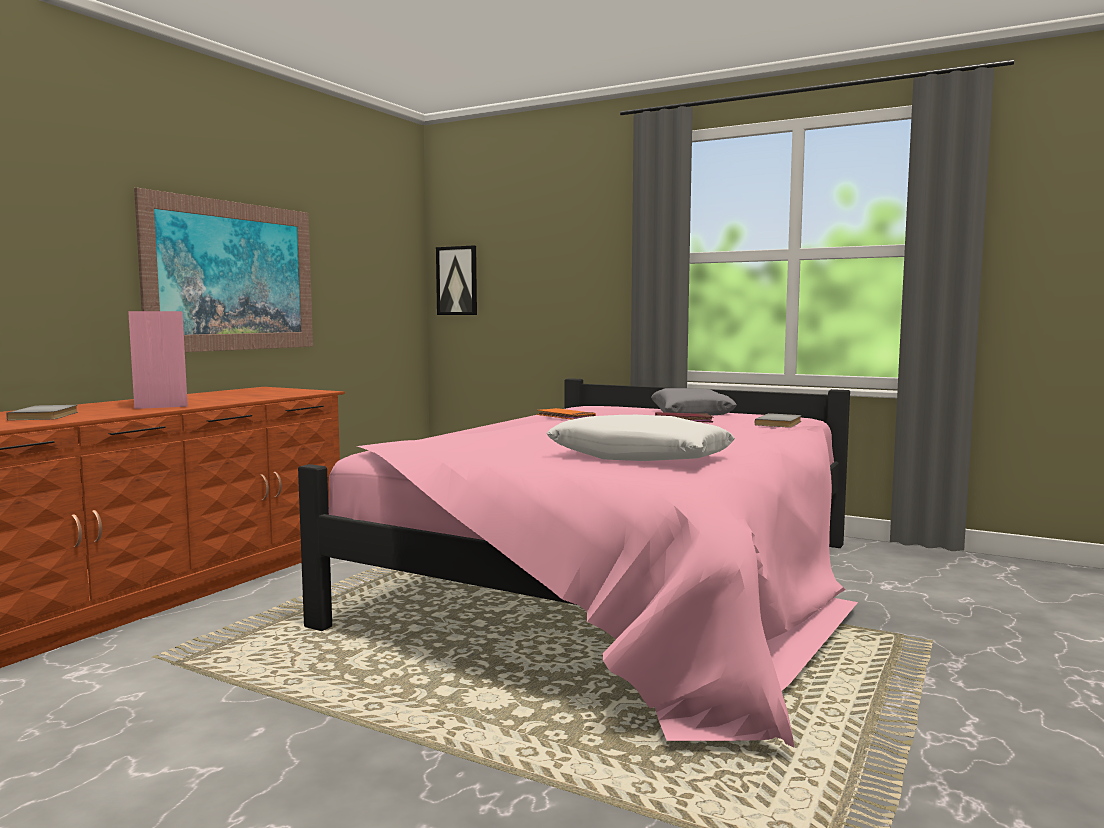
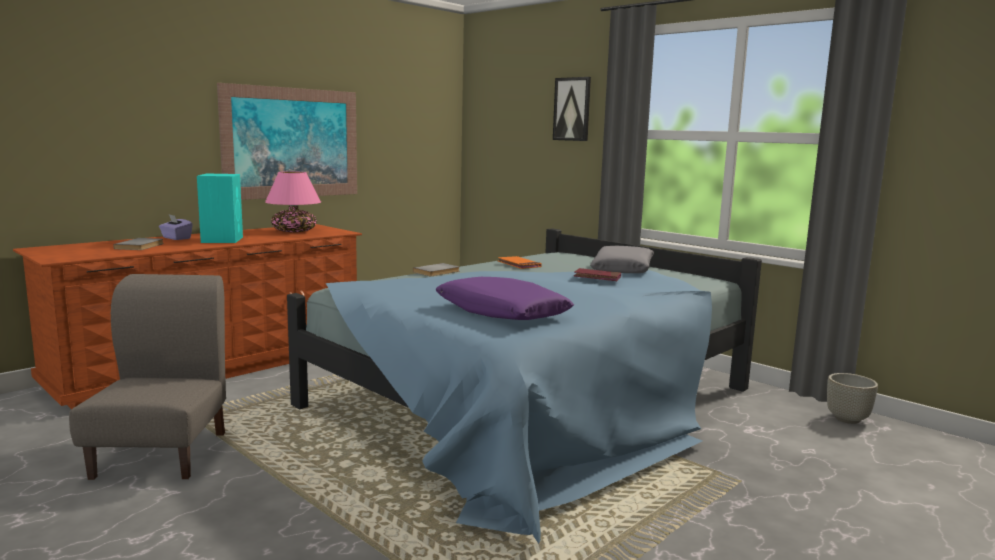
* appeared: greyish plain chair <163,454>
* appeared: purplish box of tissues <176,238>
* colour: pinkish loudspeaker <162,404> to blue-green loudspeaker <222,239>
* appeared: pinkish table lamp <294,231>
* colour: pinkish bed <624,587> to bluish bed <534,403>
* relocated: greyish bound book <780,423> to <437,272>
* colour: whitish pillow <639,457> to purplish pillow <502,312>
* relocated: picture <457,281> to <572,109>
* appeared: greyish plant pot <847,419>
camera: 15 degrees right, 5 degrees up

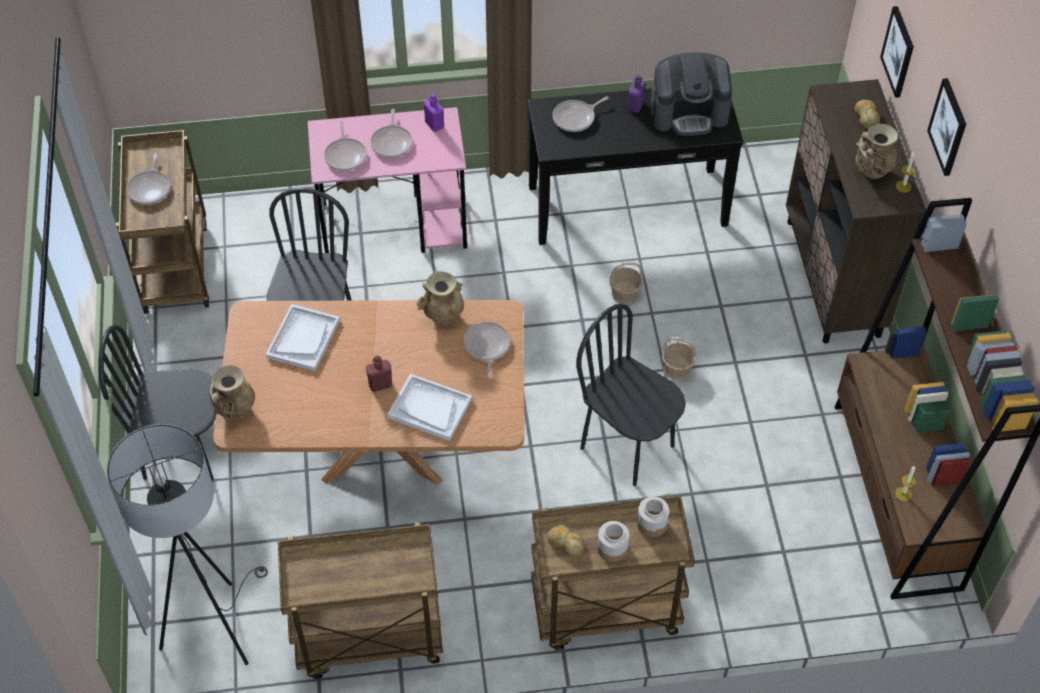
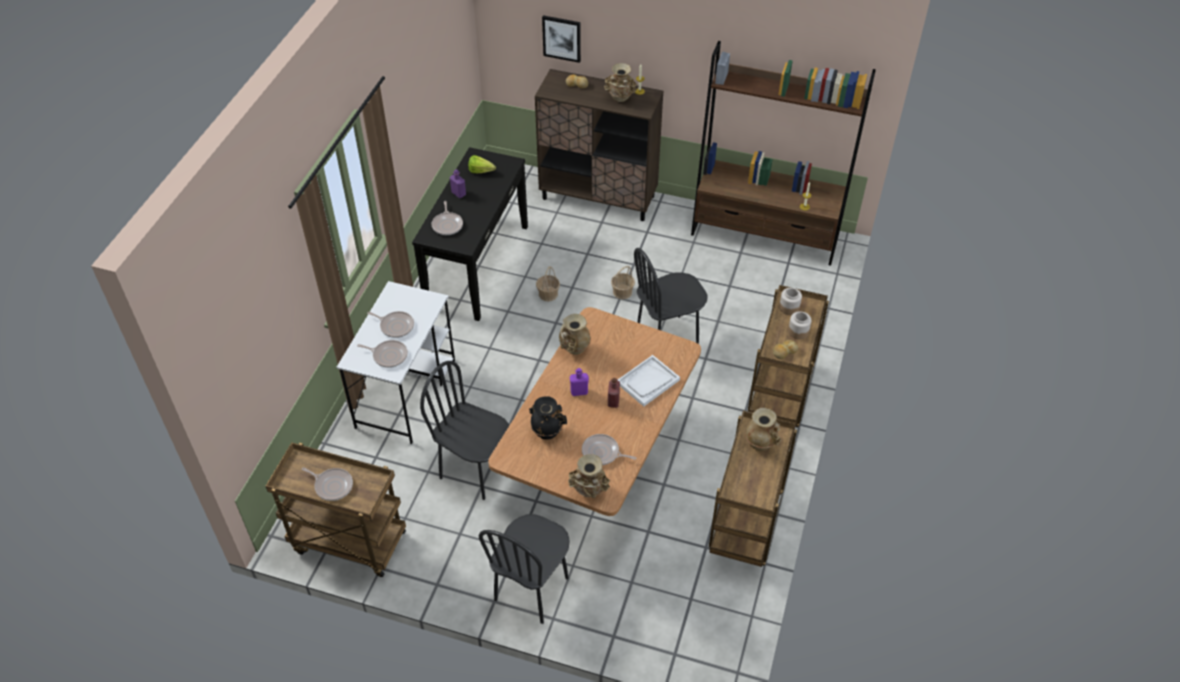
* colour: pinkish desk unit <395,226> to whitish desk unit <406,392>
* exchanged: coffee machine <689,112> to lettuce head <483,172>
* exchanged: whitish serving tray <303,338> to blackish decorative vase <547,431>
* relocated: purplish beverage bottle <434,125> to <579,392>
* relocated: skillet <486,347> to <602,453>
* appeared: beige decorative vase <760,443>
* missing: greyish standing lamp <214,624>
* missing: picture <948,127>
camera: 65 degrees left, 5 degrees down

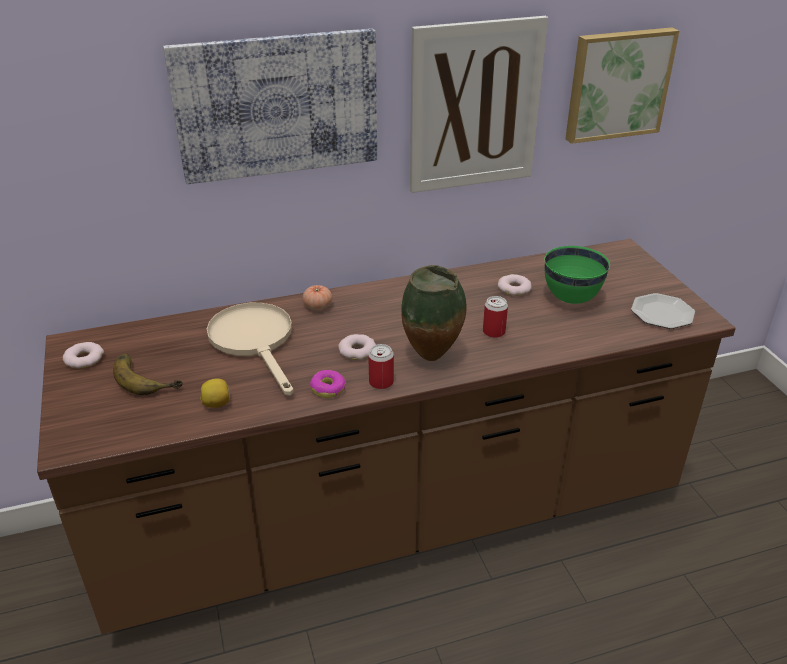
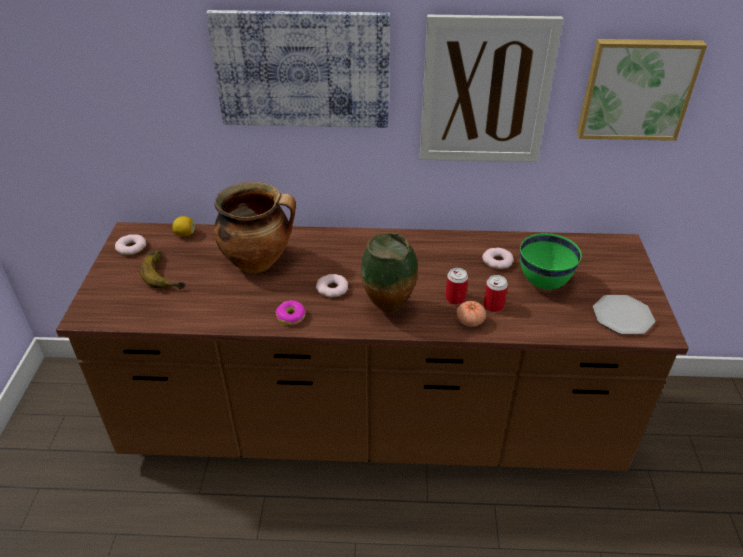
* relocated: whole lemon <217,404> to <185,234>
* exchanged: beige skillet <255,341> to cooking pot <259,262>
* relocated: tomato <317,306> to <470,321>
* relocated: sealed can <381,382> to <493,306>
camera: 20 degrees right, 5 degrees up

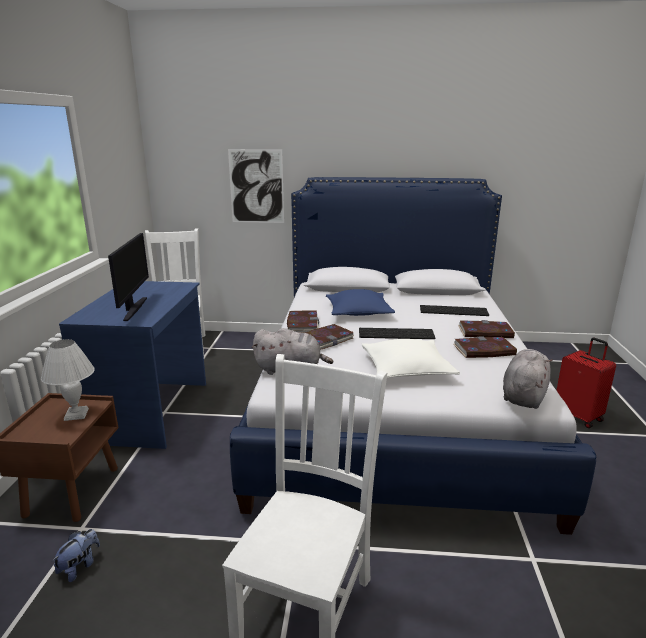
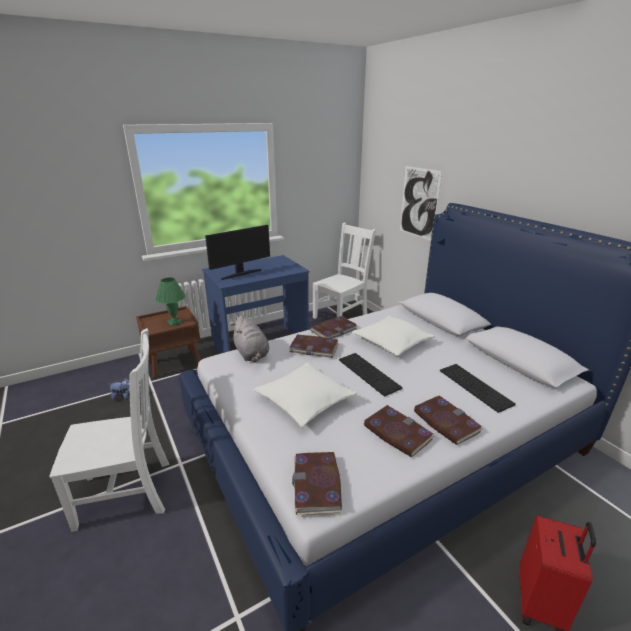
* colour: whitish table lamp <75,415> to green table lamp <174,322>
* exchanged: greyish cuddly toy <524,395> to bound book <317,485>
* colour: bluish pillow <358,312> to whitish pillow <392,342>
camera: 55 degrees right, 5 degrees up

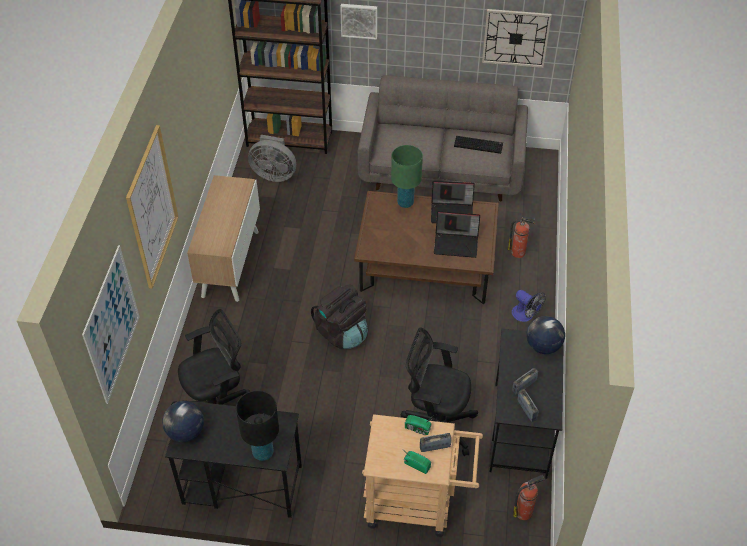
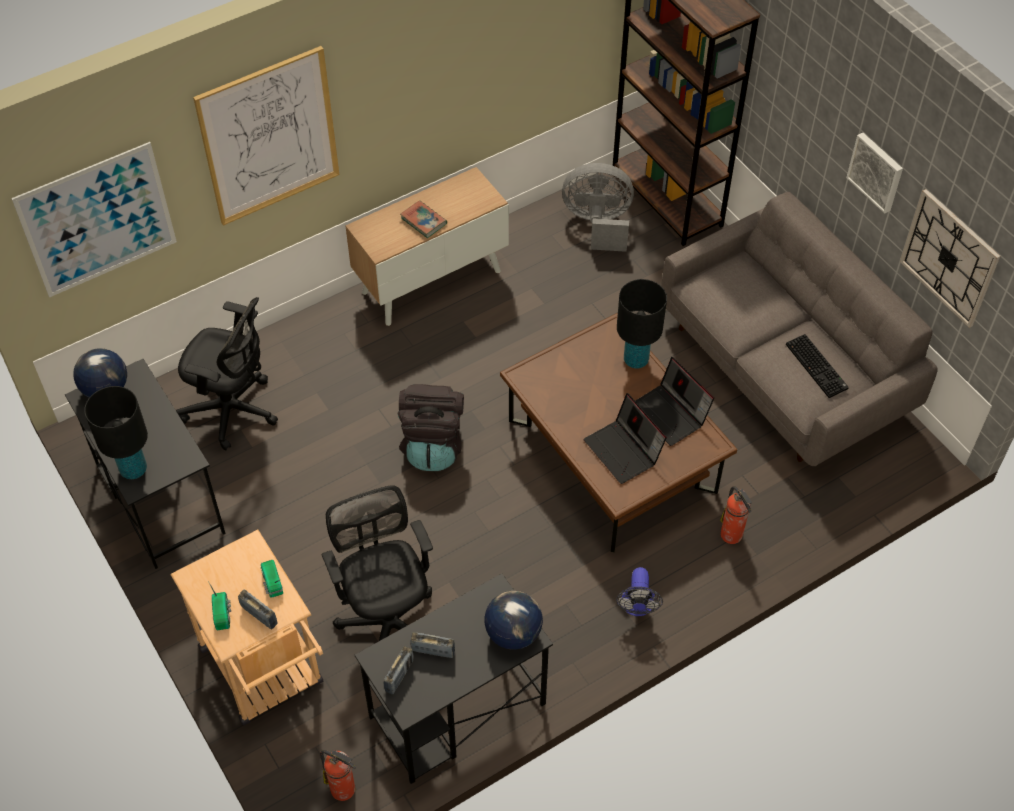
* appeared: bound book <423,221>
* spun: greyish cooling fan <274,174> = <598,224> 120 degrees clockwise
* colour: green table lamp <405,203> to blackish table lamp <635,360>
* relocated: picture <359,20> to <876,171>
camera: 50 degrees right, 5 degrees up

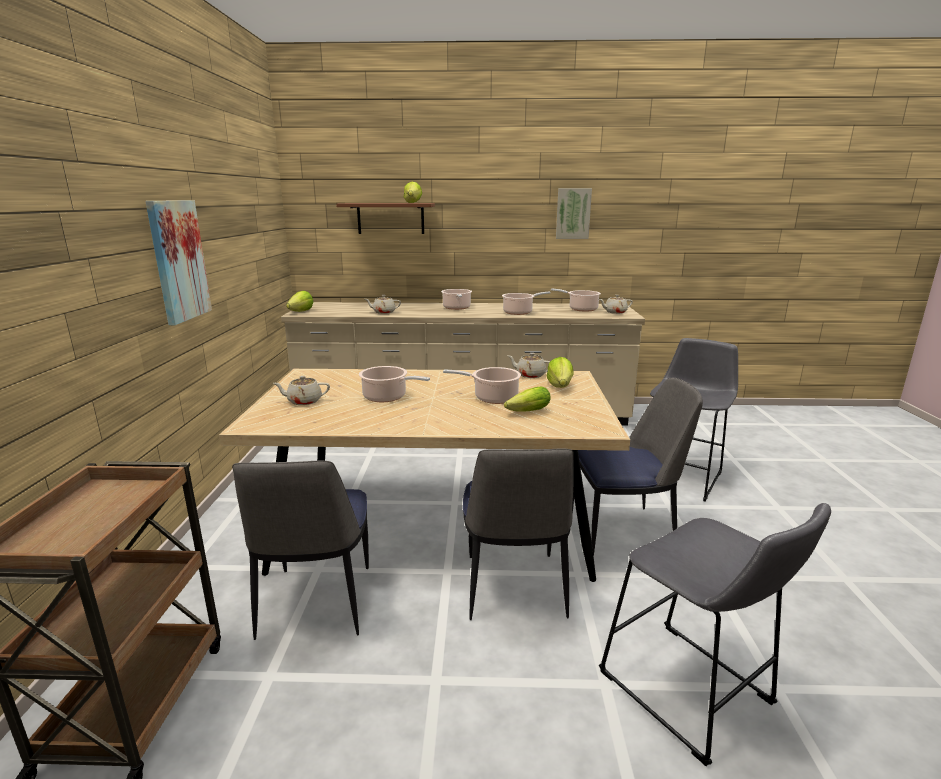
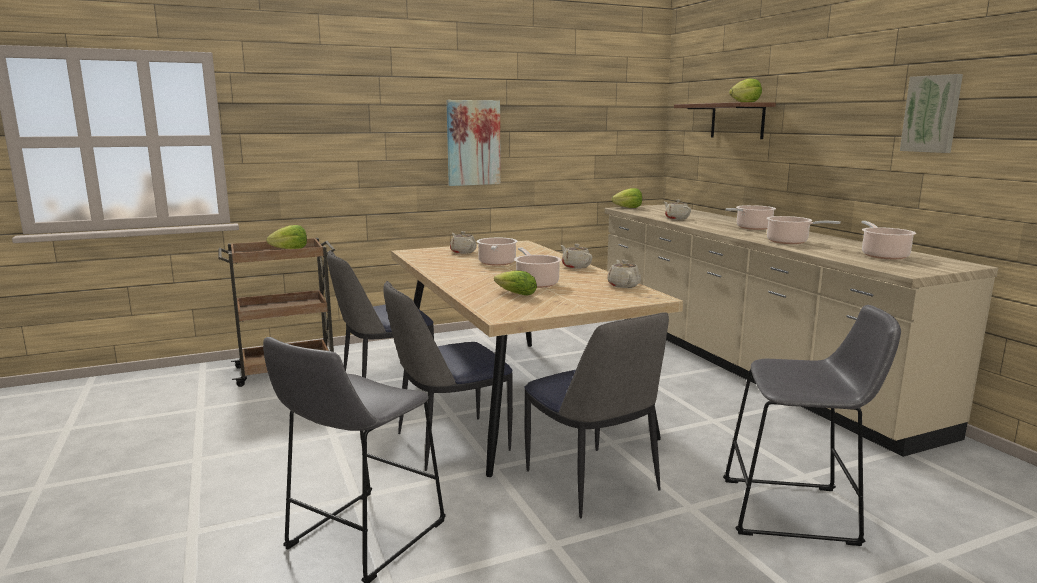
* relocated: lettuce head <560,386> to <290,249>
* relocated: beige pot for tea <615,312> to <575,266>
camera: 65 degrees right, 5 degrees down

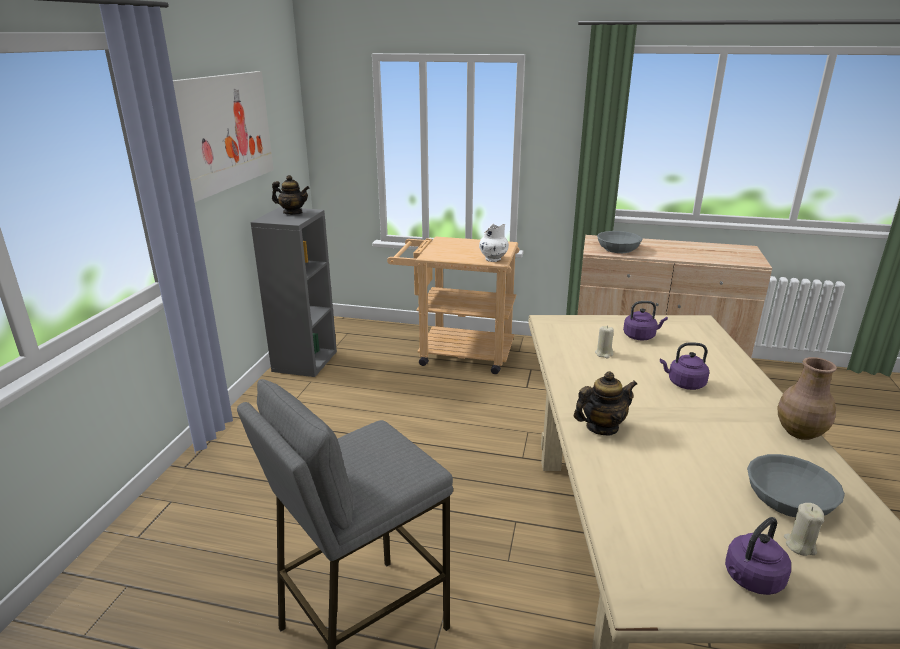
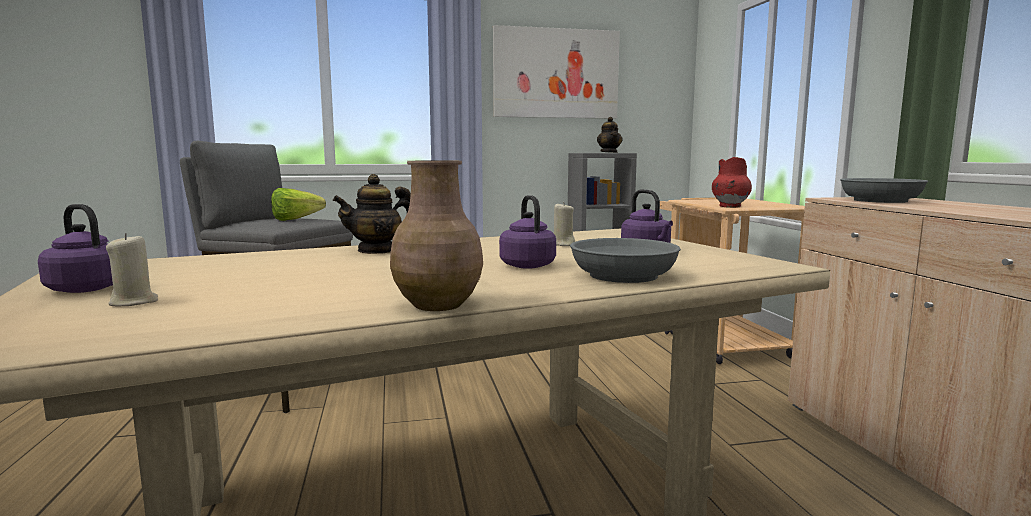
* appeared: lettuce head <300,219>
* spun: pot for tea <602,427> = <377,250> 105 degrees clockwise
* relocated: greyish bowl <789,499> to <623,275>
* colour: whitish decorative vase <493,259> to reddish decorative vase <730,206>
camera: 65 degrees right, 15 degrees down

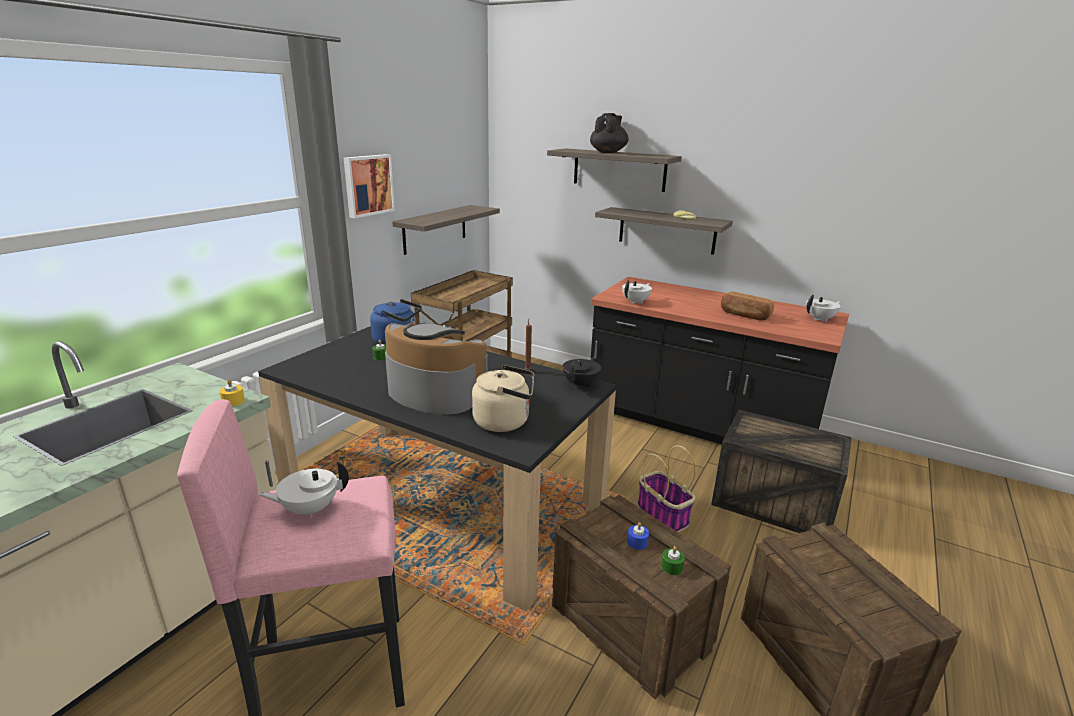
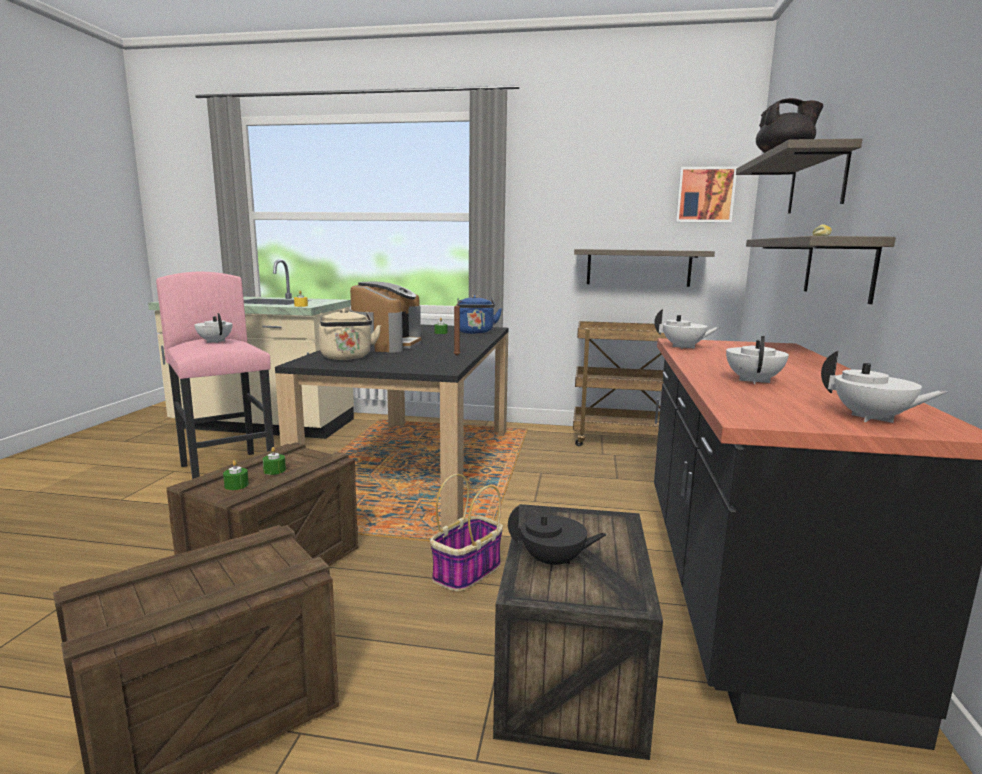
* colour: bluish wax candle <637,542> to green wax candle <274,470>
* relocated: blackish pot for tea <581,384> to <553,562>
* relocated: picture <367,185> to <705,195>
* exchanged: baked bread <744,315> to whitish pot for tea <753,381>
camera: 70 degrees right, 10 degrees down

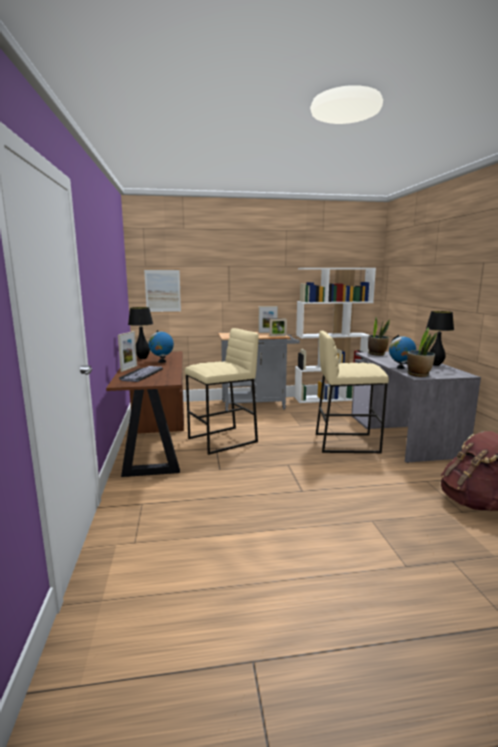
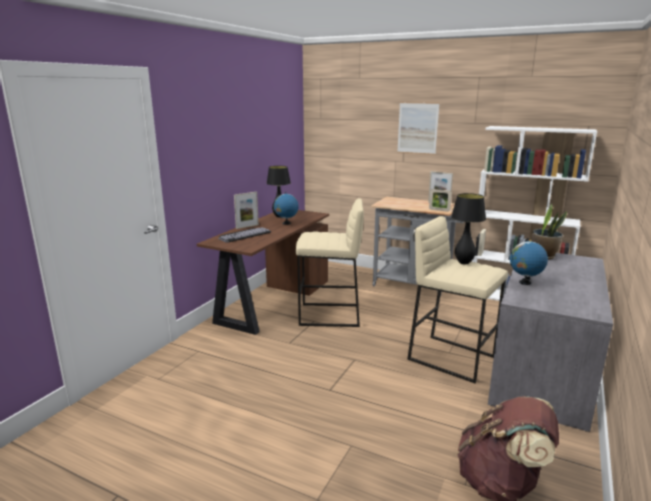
* relocated: picture <163,290> to <417,128>
* relocated: blackish table lamp <435,365> to <463,263>
* missing: houseplant <418,374>
camera: 35 degrees right, 5 degrees up

